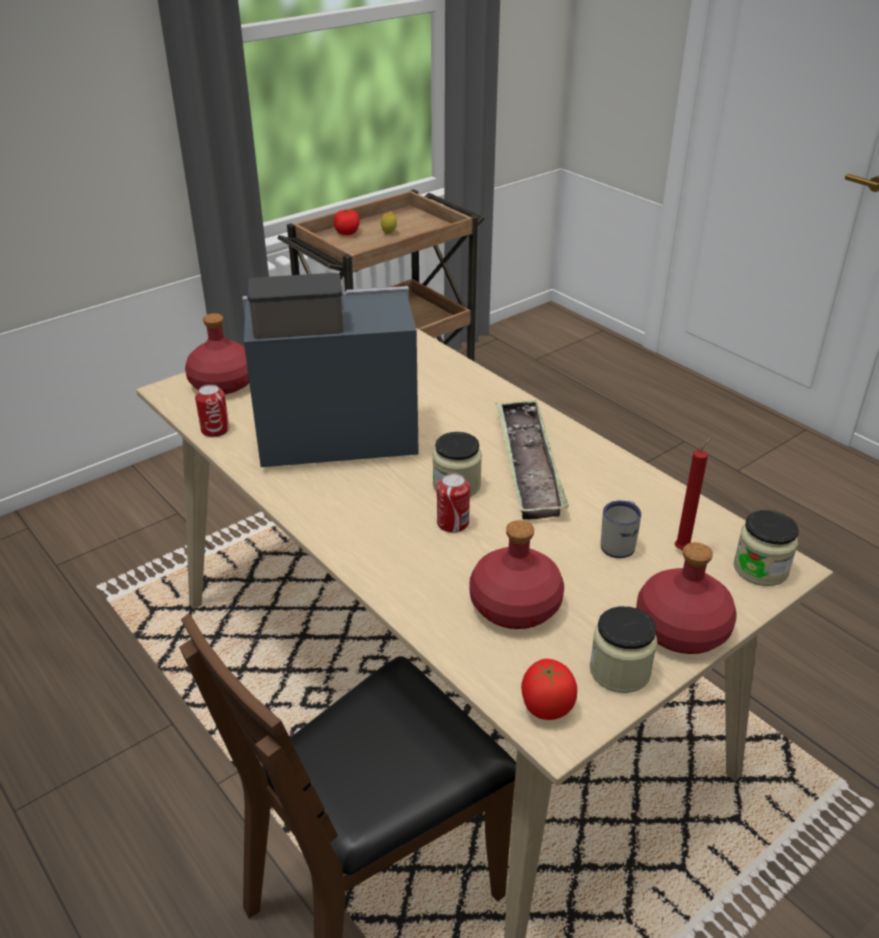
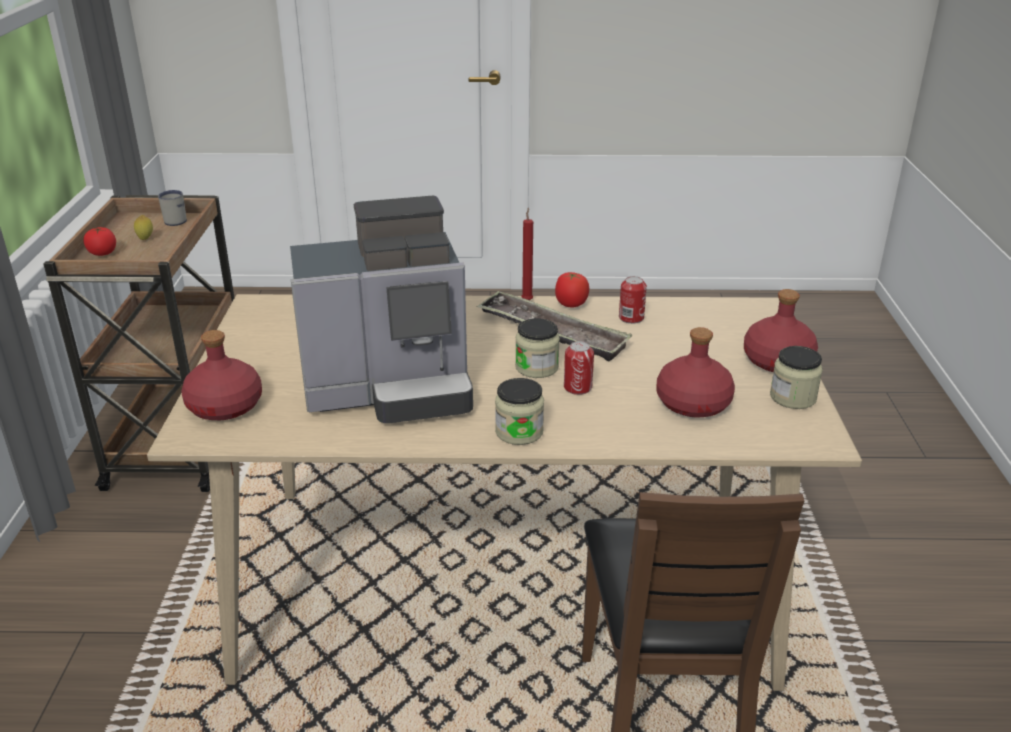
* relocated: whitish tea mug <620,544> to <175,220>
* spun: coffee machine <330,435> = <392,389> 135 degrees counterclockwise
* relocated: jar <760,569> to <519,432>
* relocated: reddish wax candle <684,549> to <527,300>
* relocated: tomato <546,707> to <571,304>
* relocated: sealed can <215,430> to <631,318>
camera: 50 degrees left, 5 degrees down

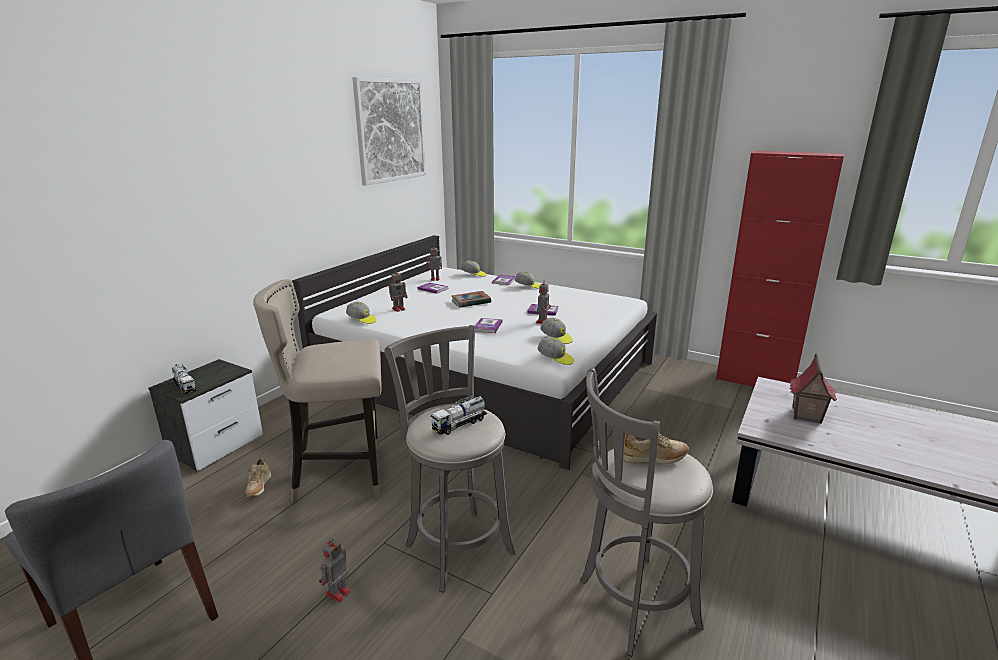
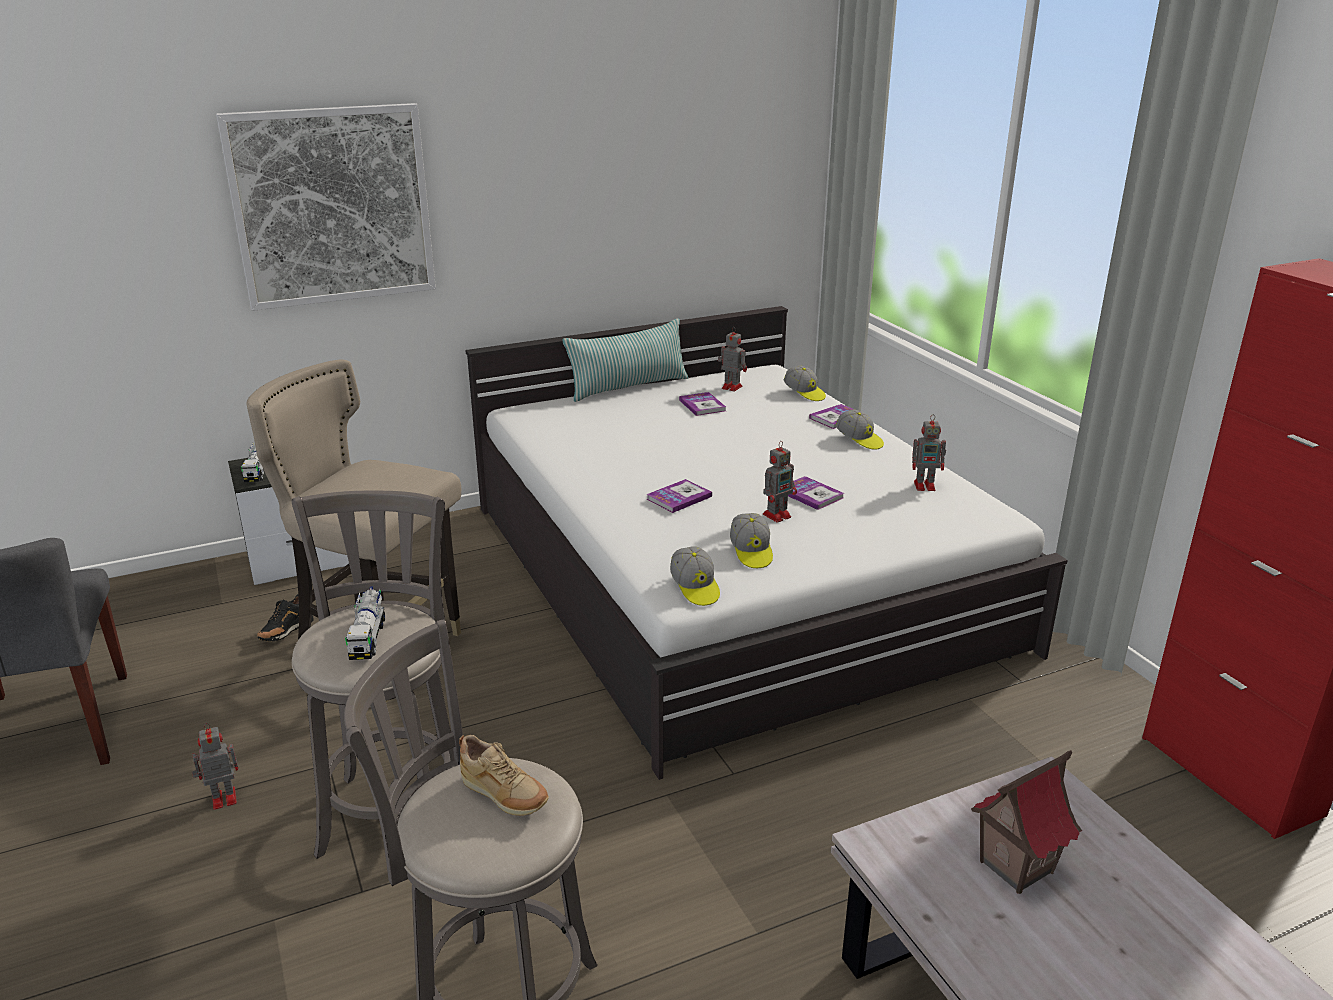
* relocated: picture <390,130> to <332,206>
* colour: beige item of footwear <258,488> to blackish item of footwear <286,633>
* spun: model truck <460,424> = <368,638> 90 degrees counterclockwise
* appeared: pillow <628,387>
* relocated: model robot <399,309> to <925,486>
* missing: cap <362,319>
* missing: bound book <471,302>
camera: 35 degrees right, 5 degrees up

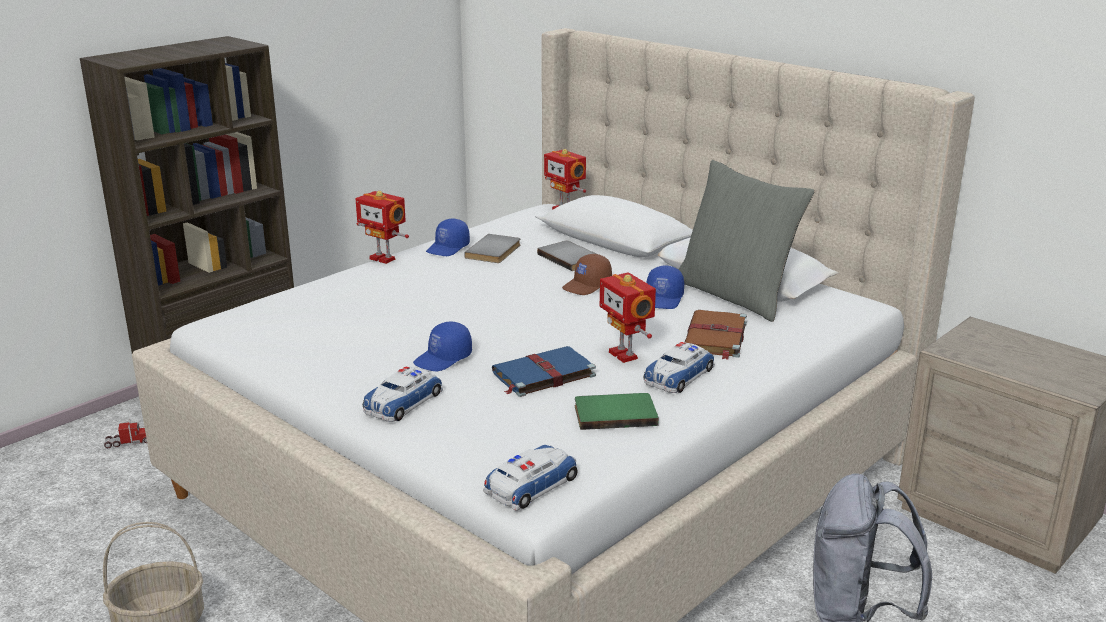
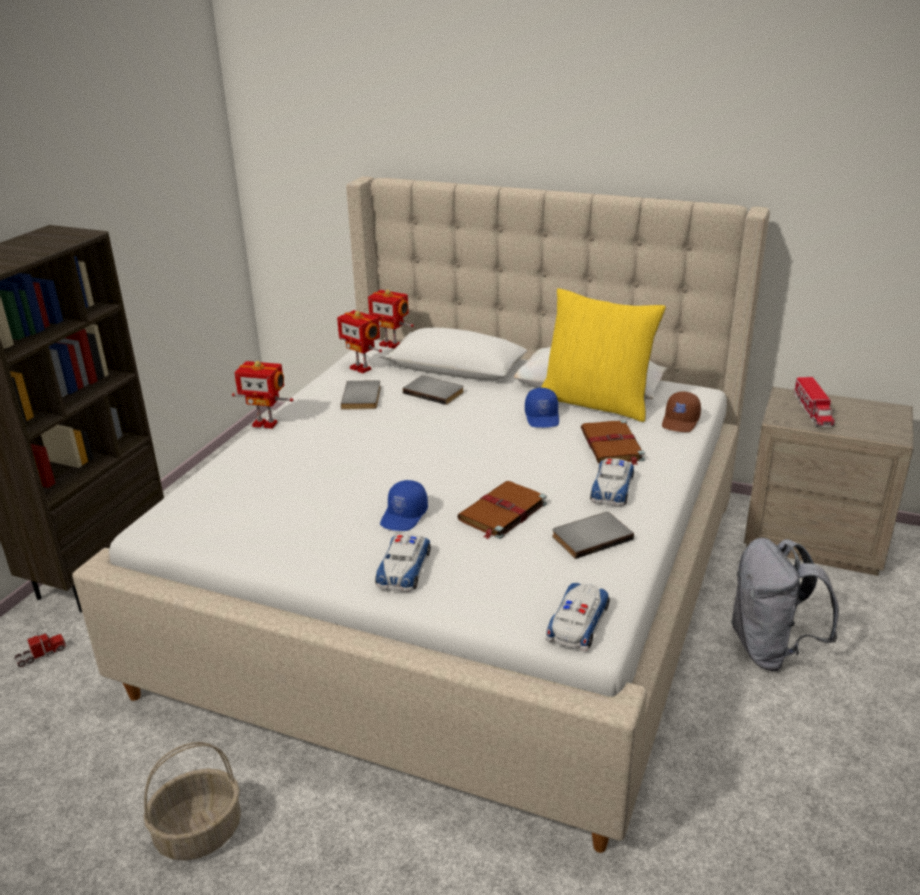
* relocated: model robot <625,355> to <361,368>
* colour: bluish bound book <542,374> to brownish bound book <502,512>
* colour: greyish pillow <736,295> to yellowish pillow <596,402>
* colour: green bound book <615,413> to greyish bound book <590,536>
* relocated: brownish cap <587,286> to <681,422>
* appeared: model truck <812,411>
* missing: bluish cap <448,248>
camera: 20 degrees left, 5 degrees up

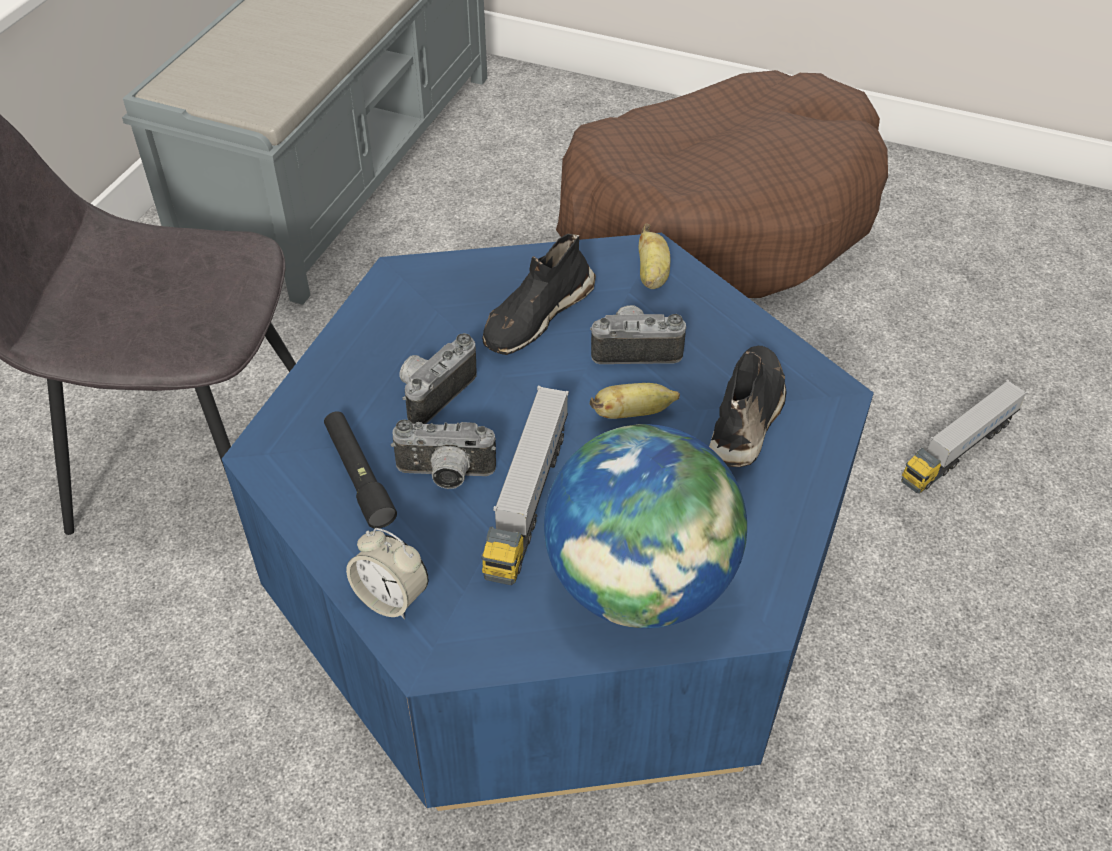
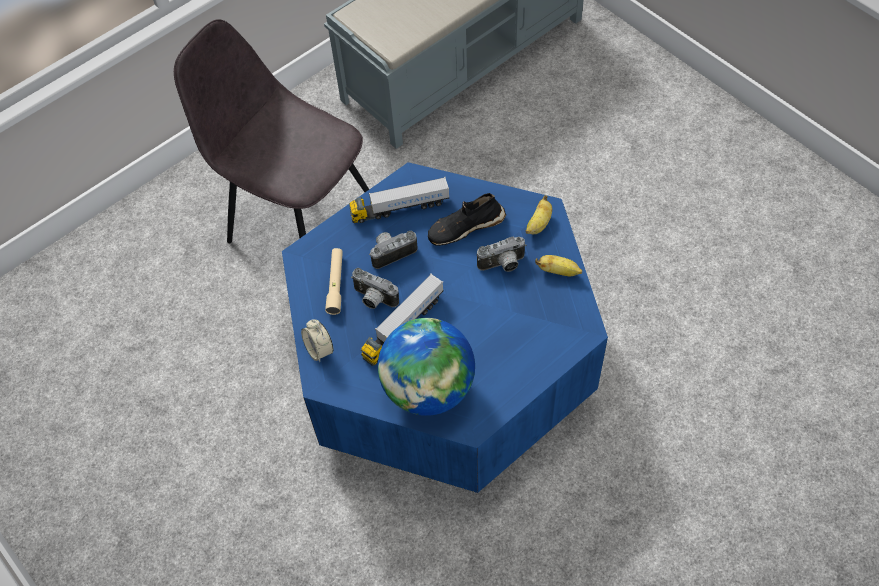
* colour: blackish hand torch <359,476> to beige hand torch <336,284>
* relocated: model truck <958,450> to <400,208>
* spun: photo camera <636,349> = <503,265> 135 degrees clockwise
* relocated: banana <632,413> to <558,271>
* missing: brownish pet bed <720,217>
* missing: blackish item of footwear <747,418>
camera: 30 degrees right, 10 degrees up

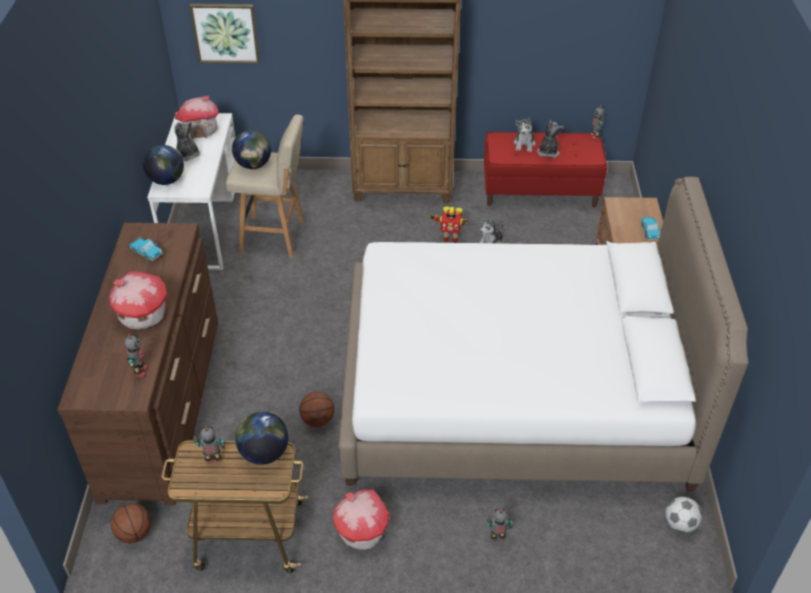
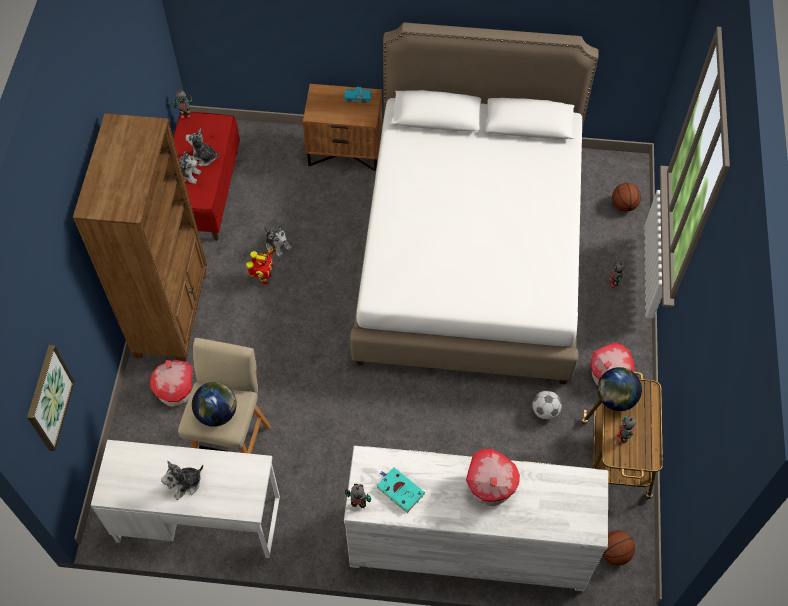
* relocated: toy house <200,130> to <176,390>
* colour: brownish chest of drawers <163,404> to whitish chest of drawers <468,542>
* relocated: model robot <140,371> to <358,504>
* exchanged: model truck <147,253> to blue-green bound book <399,490>
* relocated: football <680,524> to <545,411>
* relocated: basketball ball <318,420> to <623,205>
* missing: desk globe <167,180>
camera: 85 degrees left, 15 degrees up

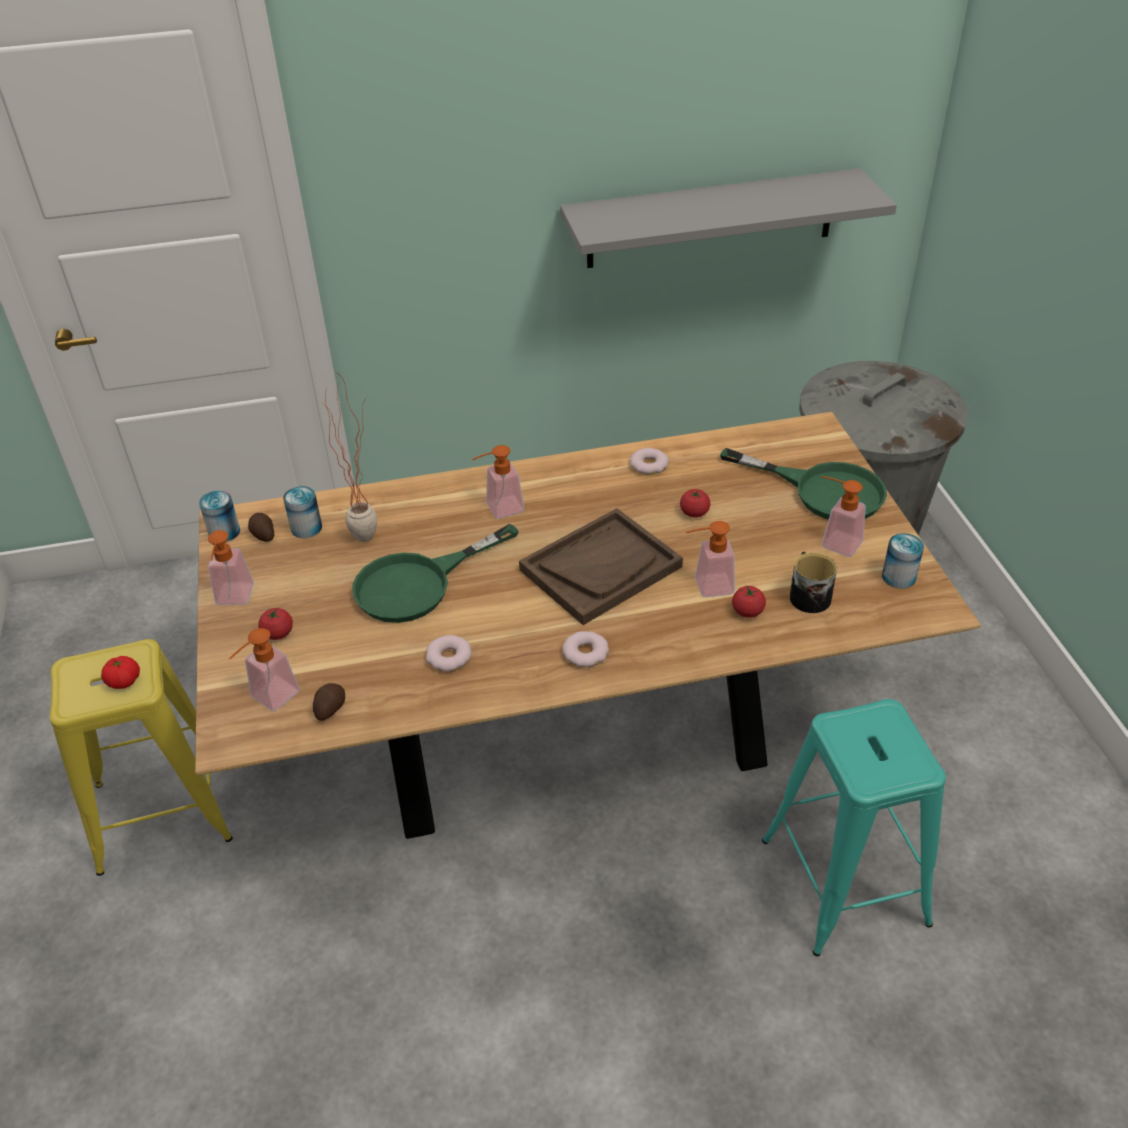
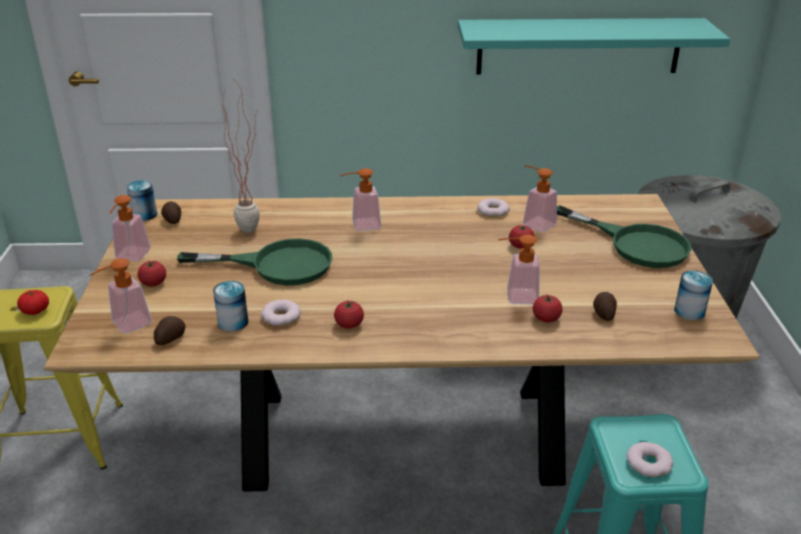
* spun: green skillet <418,583> = <277,265> 150 degrees counterclockwise
* relocated: sealed can <306,528> to <233,322>
* appeared: tomato <349,324>
* colour: greyish bracket shelf <711,219> to blue-green bracket shelf <578,46>
* relocated: soap bottle <835,541> to <534,223>
* exchanged: tea mug <808,595> to whole potato <603,313>
* relocated: doughnut <585,653> to <649,463>
* missing: brownish serving tray <601,568>
camera: 10 degrees right, 10 degrees down

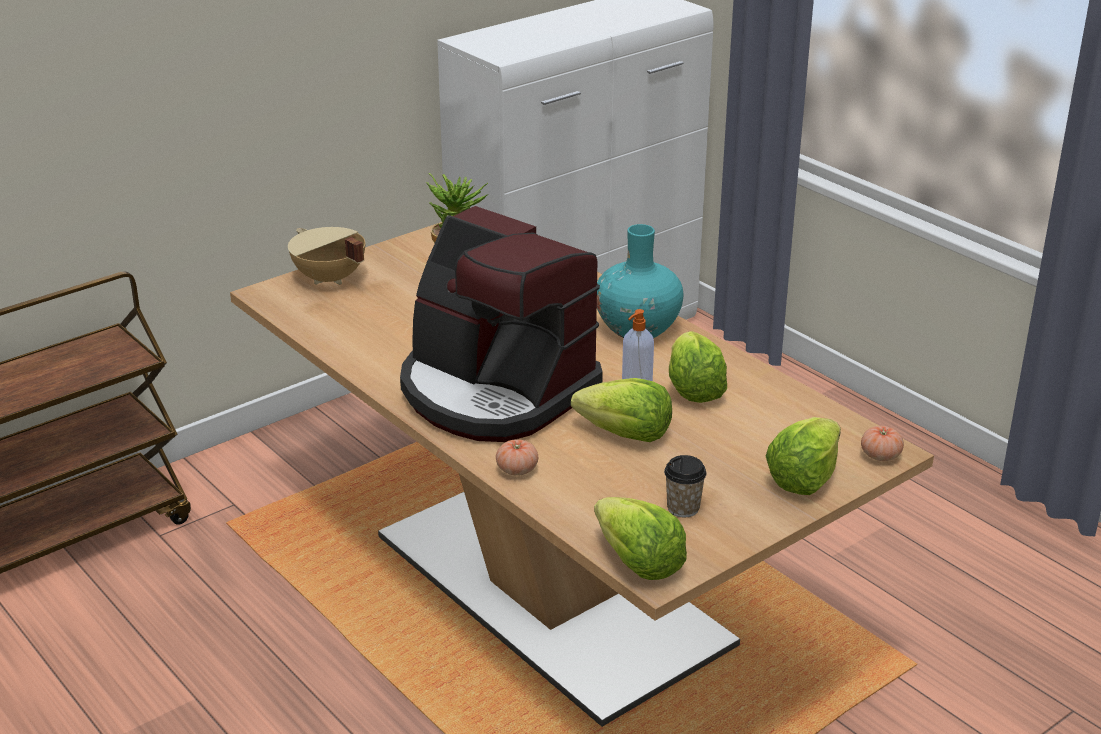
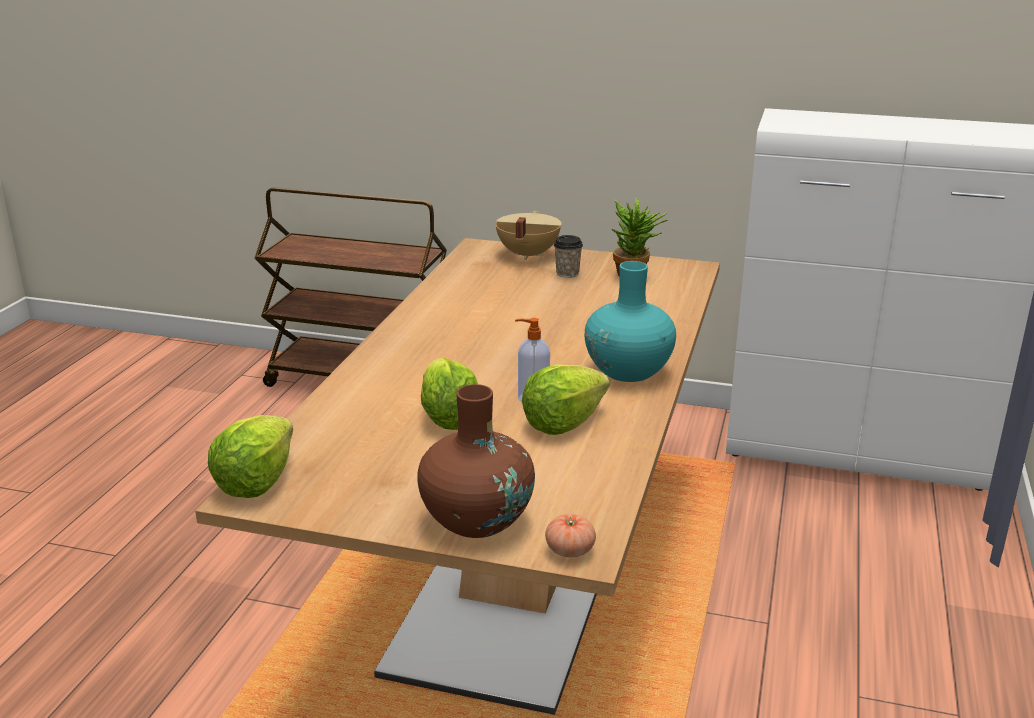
* exchanged: lettuce head <804,478> to brownish decorative vase <476,520>
* relocated: small cup <683,508> to <567,273>
* missing: coffee machine <494,391>
* missing: tomato <517,470>
camera: 55 degrees right, 5 degrees down

